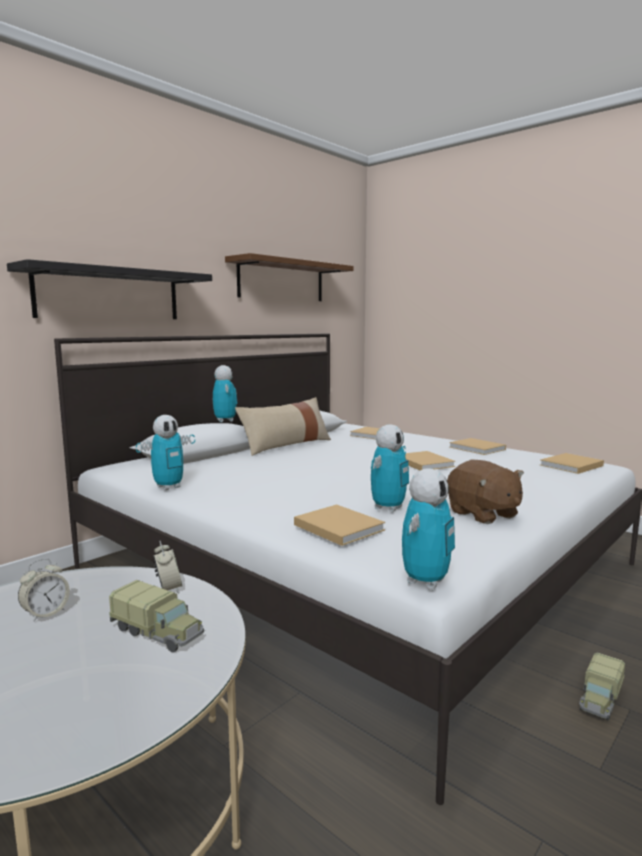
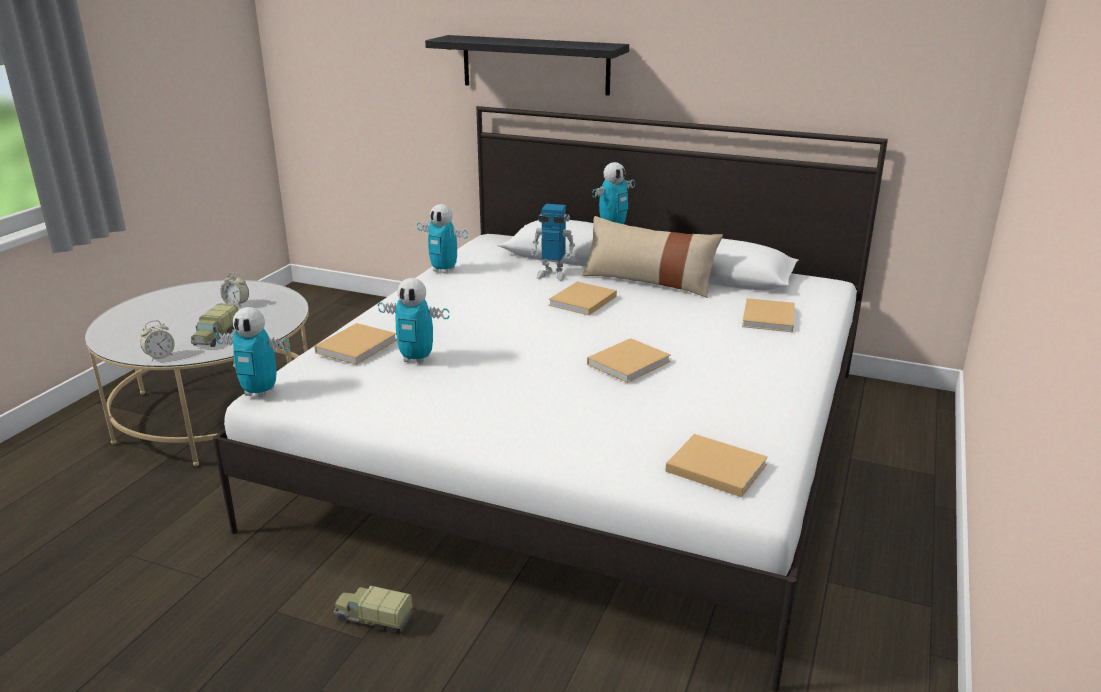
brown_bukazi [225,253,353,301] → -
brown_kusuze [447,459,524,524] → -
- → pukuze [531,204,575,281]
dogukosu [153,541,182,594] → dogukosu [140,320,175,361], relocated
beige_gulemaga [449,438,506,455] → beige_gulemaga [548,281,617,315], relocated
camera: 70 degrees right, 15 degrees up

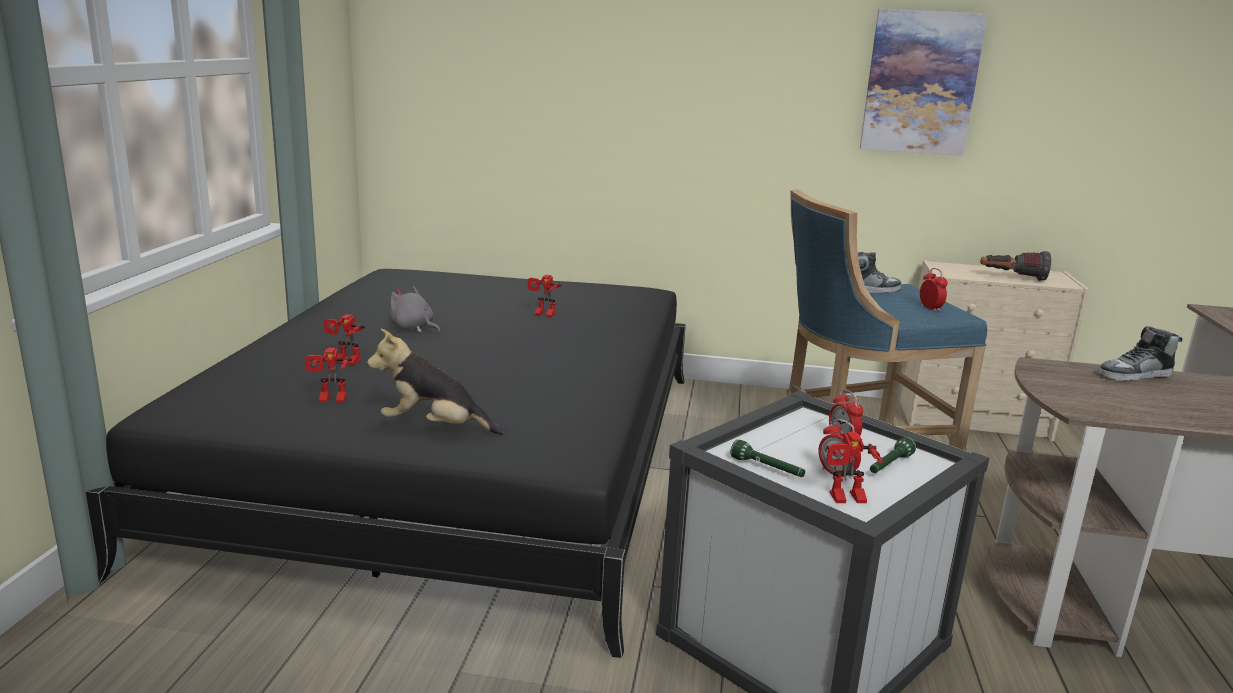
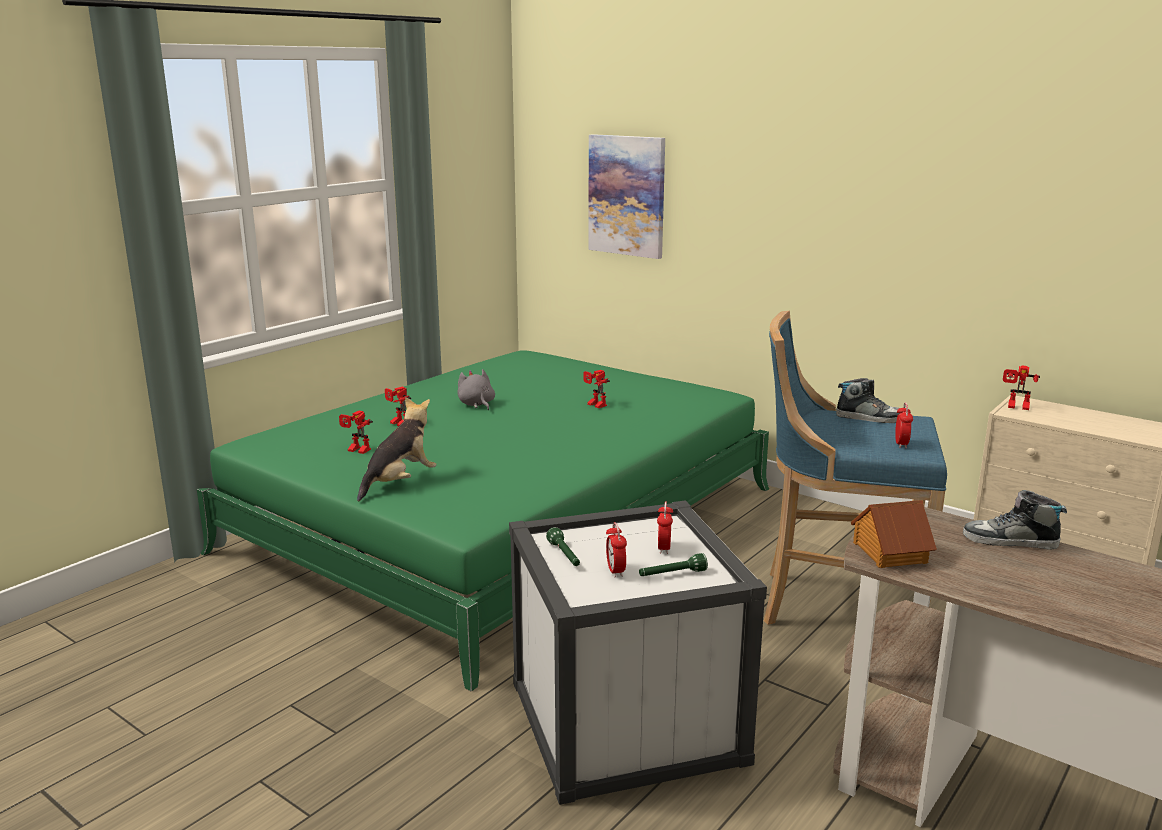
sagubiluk [980,251,1051,281] → -
- → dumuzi [851,500,937,568]
pukuze [826,432,883,503] → pukuze [1003,365,1040,410], relocated
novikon [860,9,988,156] → novikon [588,134,665,259], relocated
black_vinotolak [86,269,686,658] → green_vinotolak [197,350,769,691]
kusuze [367,329,505,435] → kusuze [357,397,436,501], 90 degrees clockwise
camera: 30 degrees right, 0 degrees up

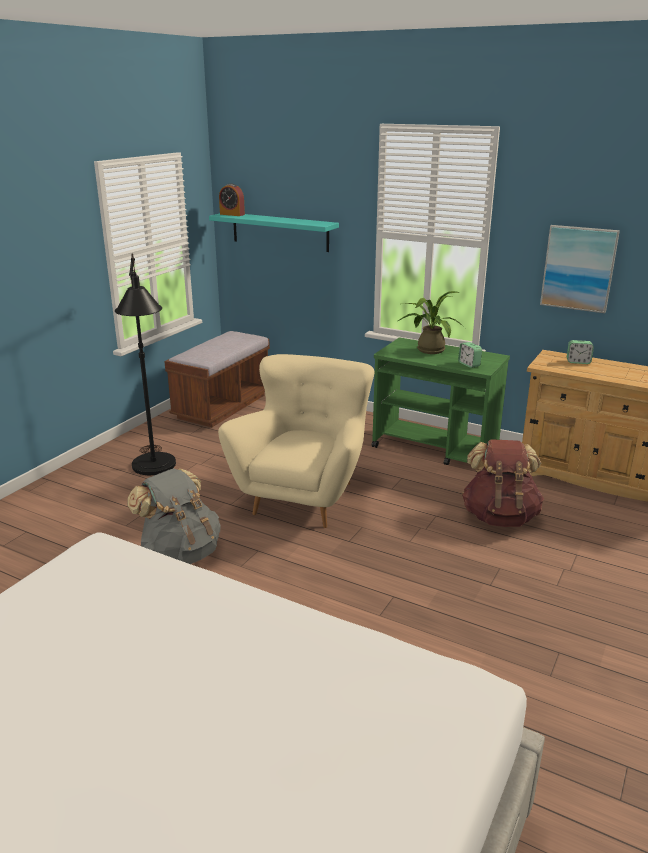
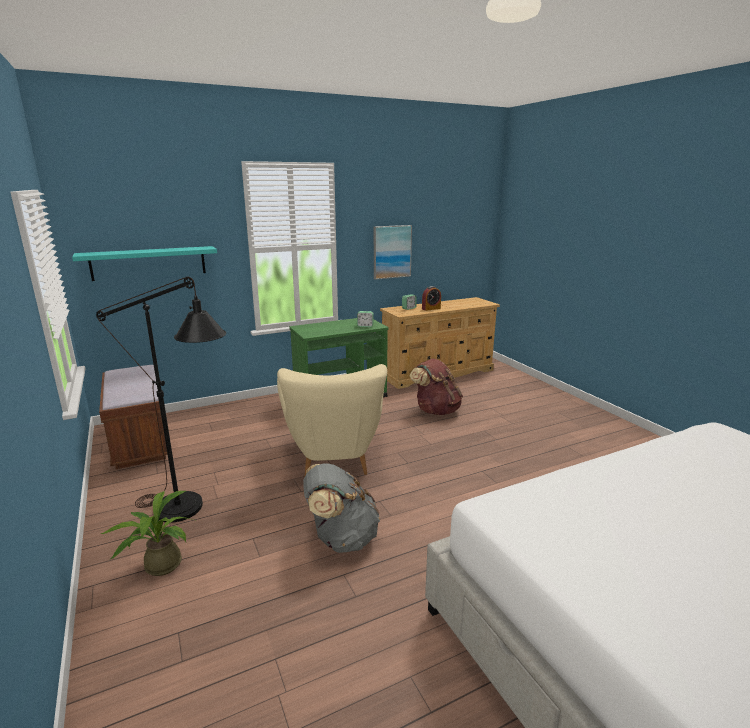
dogukosu [219,183,245,216] → dogukosu [422,286,441,311], relocated
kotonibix [398,291,465,354] → kotonibix [101,491,197,576], relocated
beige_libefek [218,354,375,528] → beige_libefek [277,364,387,476], 150 degrees counterclockwise
camera: 55 degrees left, 5 degrees down

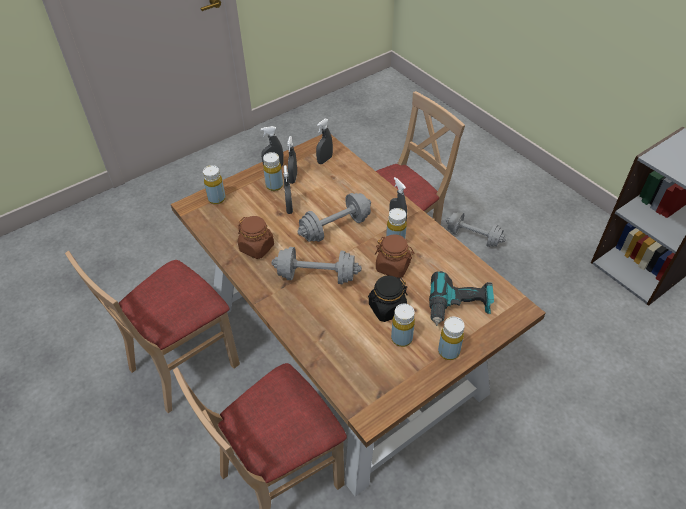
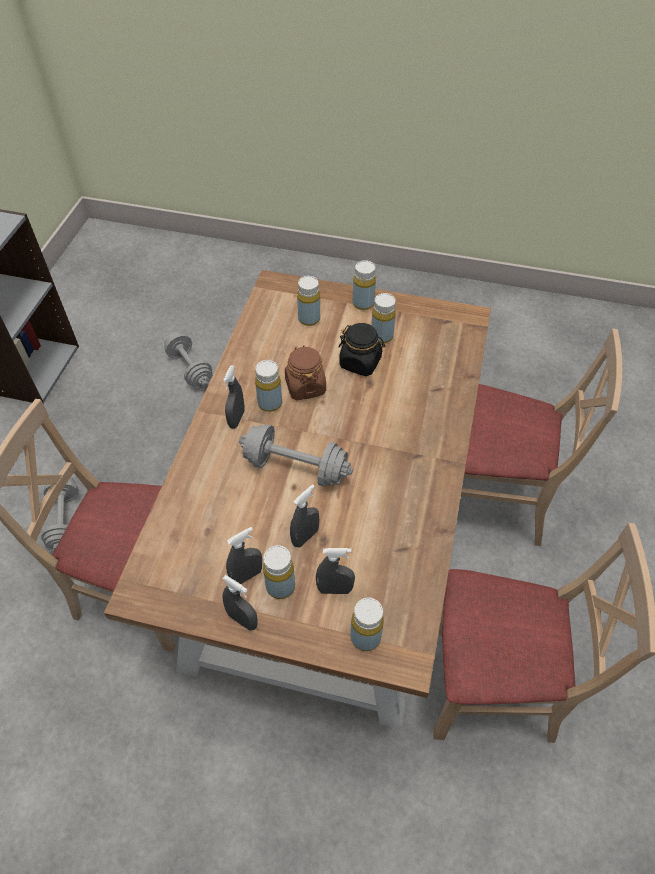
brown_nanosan [238,216,274,259] → -
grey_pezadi [271,247,362,285] → grey_pezadi [164,332,213,388], relocated
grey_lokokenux [316,119,333,164] → grey_lokokenux [316,548,355,594], relocated
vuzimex [429,271,494,326] → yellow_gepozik [297,276,320,326]
camera: 130 degrees left, 5 degrees up

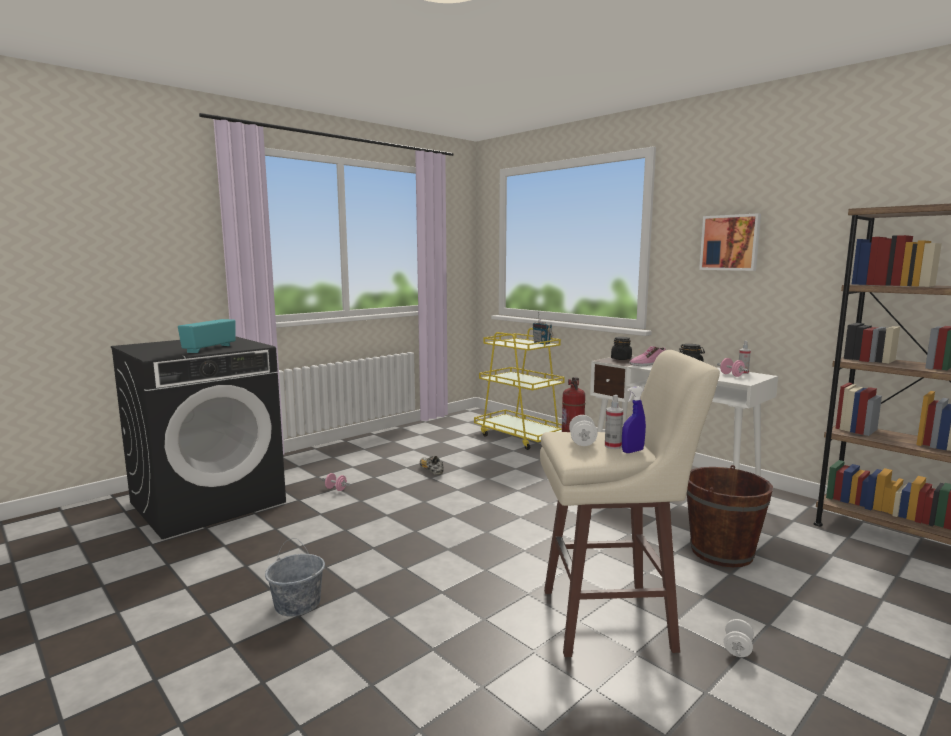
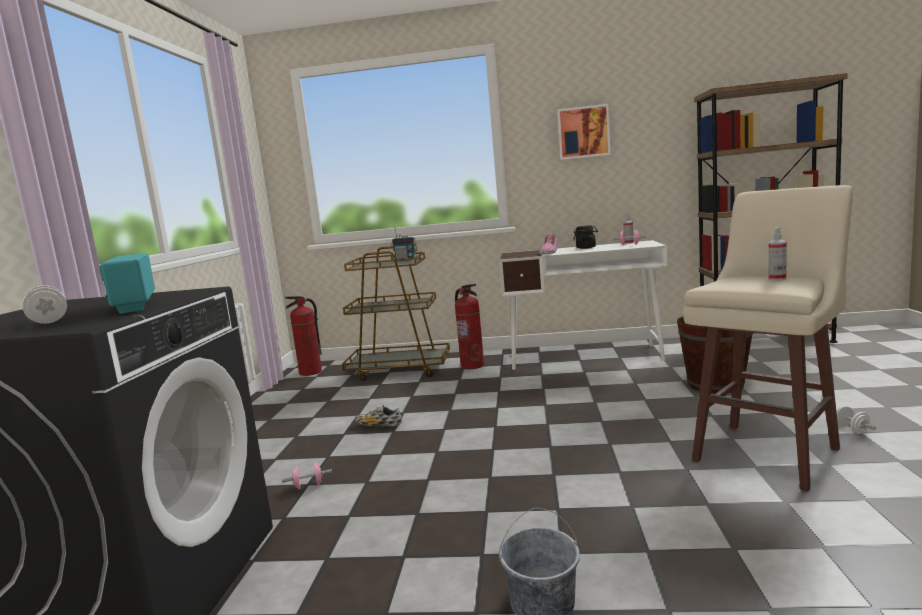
black_nanosan [611,337,632,360] → -
blue_lokokenux [622,386,646,453] → -
- → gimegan [285,296,322,376]
white_pezadi [569,415,598,446] → white_pezadi [22,285,67,324], relocated
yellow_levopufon [474,328,565,450] → brown_levopufon [342,246,450,381]
camera: 40 degrees left, 0 degrees up

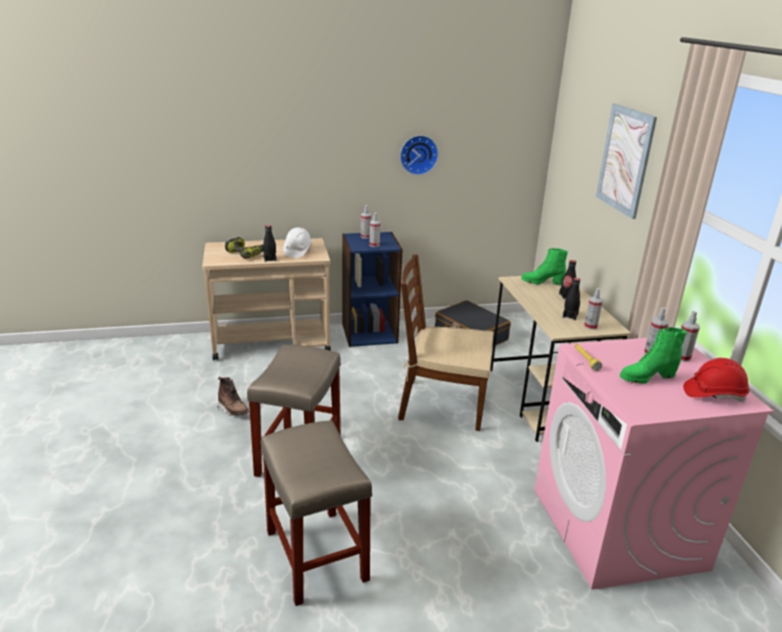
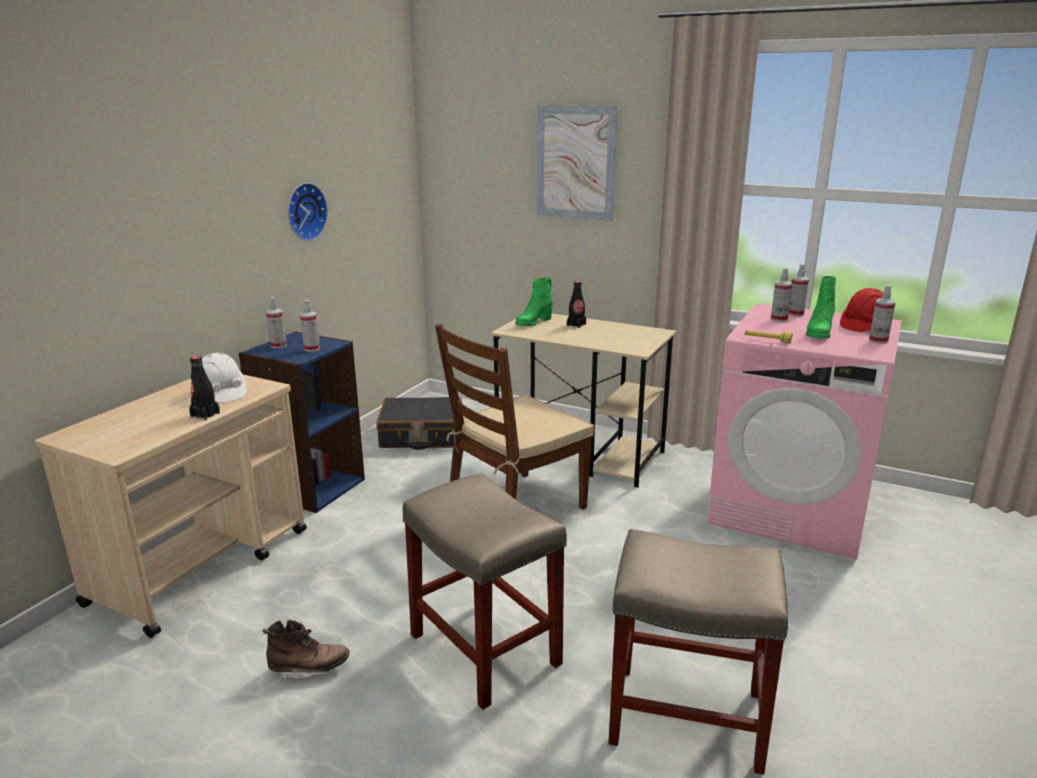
vuzimex [225,237,263,259] → -
black_gepozik [563,278,580,320] → -
lokokenux [584,288,603,330] → lokokenux [869,285,896,344], relocated
camera: 50 degrees left, 5 degrees down

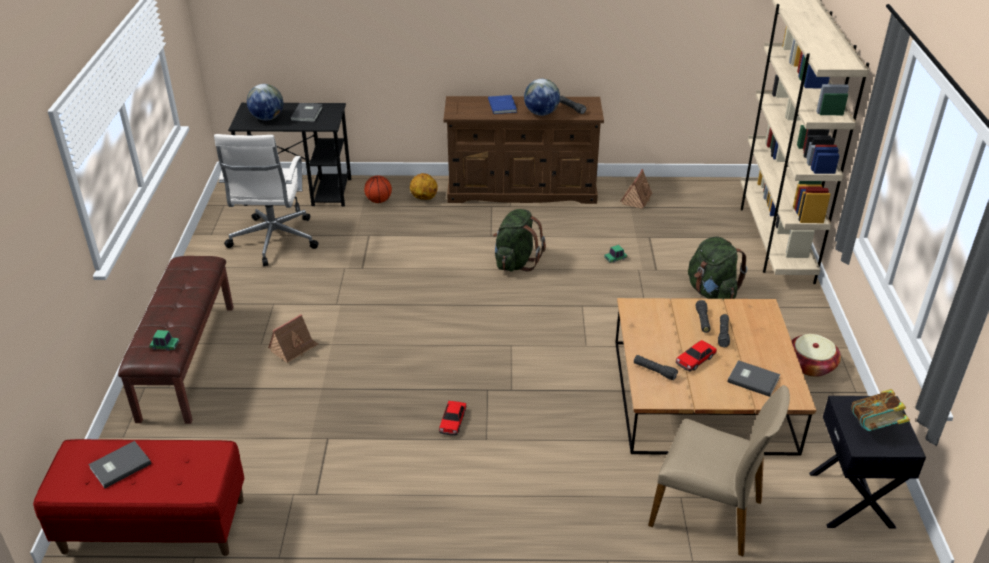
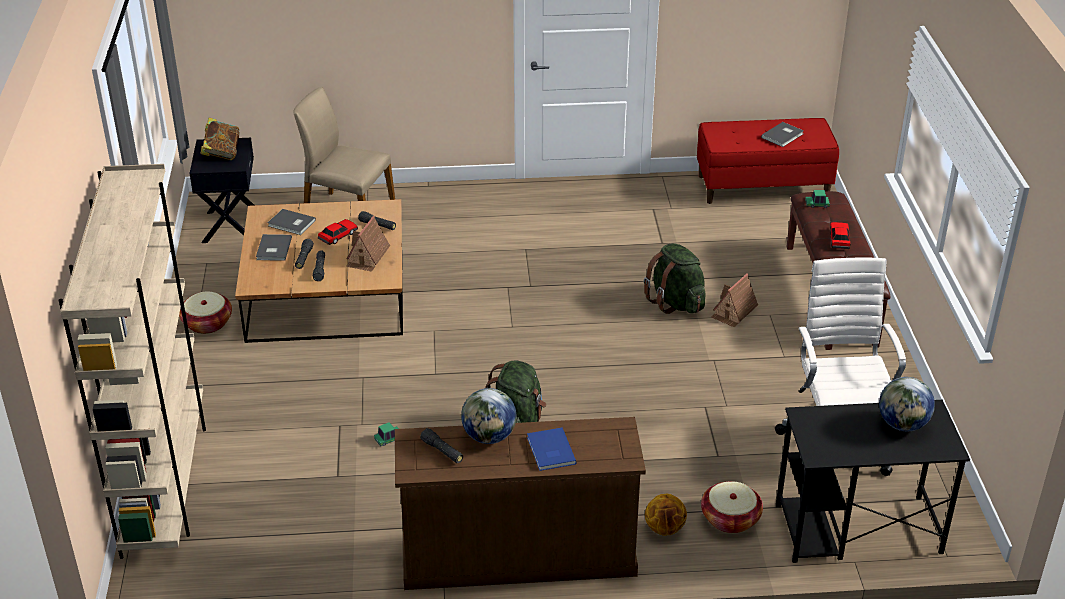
grey_gulemaga [291,103,323,122] → grey_gulemaga [256,234,292,261], relocated
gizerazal [439,401,466,436] → gizerazal [830,222,850,249], relocated
dumuzi [620,169,652,209] → dumuzi [346,216,390,272], relocated
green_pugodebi [688,237,747,300] → green_pugodebi [644,243,705,314], relocated
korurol [364,176,392,203] → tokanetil [701,481,763,533]
camera: 175 degrees right, 0 degrees up

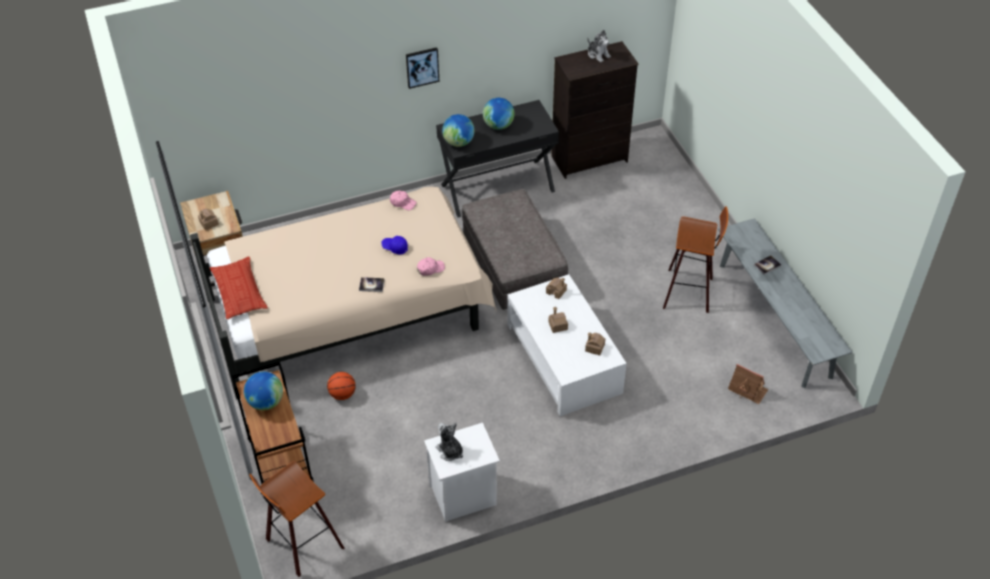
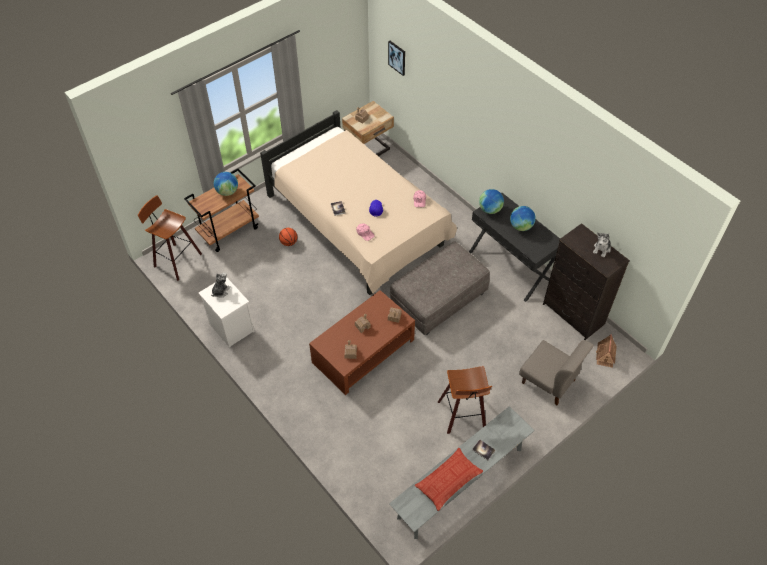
- → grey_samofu [519,340,594,405]
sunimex [210,256,268,319] → sunimex [415,448,483,511], relocated
novikon [406,47,439,89] → novikon [388,41,405,76], relocated
dumuzi [728,364,768,404] → dumuzi [596,334,617,368], relocated
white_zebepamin [507,274,627,416] → brown_zebepamin [309,290,415,395]
camera: 70 degrees right, 5 degrees up

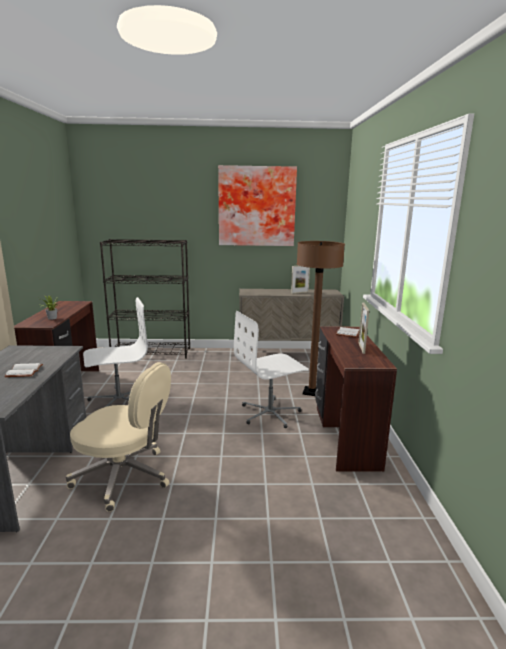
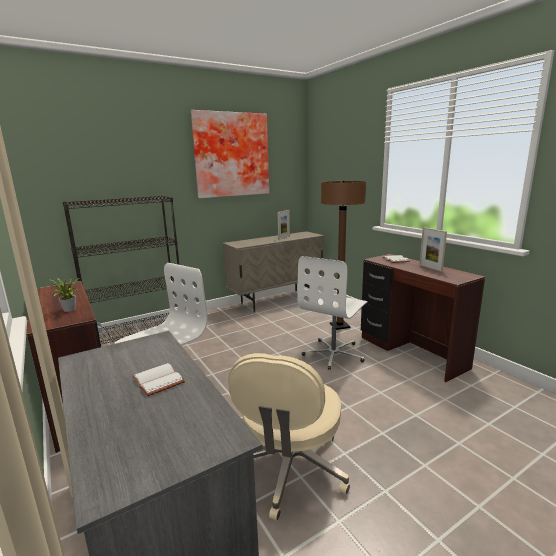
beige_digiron [66,362,171,512] → beige_digiron [228,353,350,521], 120 degrees clockwise
camera: 30 degrees left, 0 degrees up

